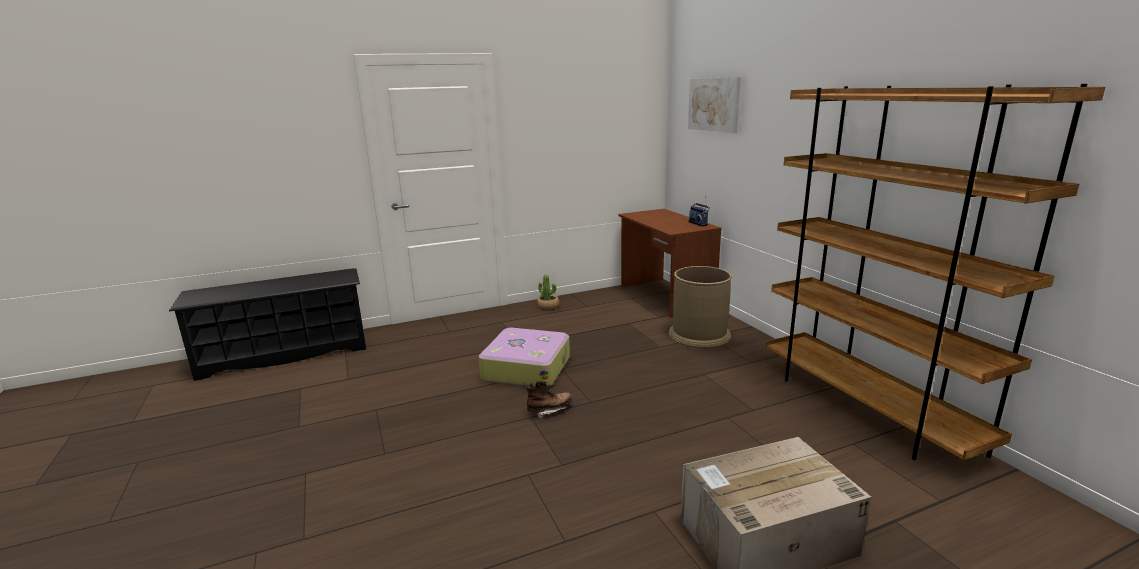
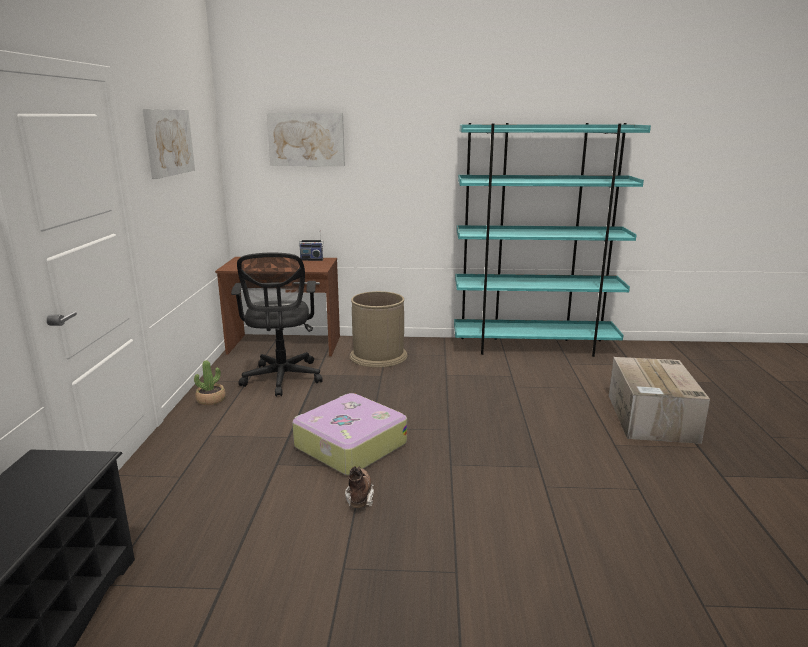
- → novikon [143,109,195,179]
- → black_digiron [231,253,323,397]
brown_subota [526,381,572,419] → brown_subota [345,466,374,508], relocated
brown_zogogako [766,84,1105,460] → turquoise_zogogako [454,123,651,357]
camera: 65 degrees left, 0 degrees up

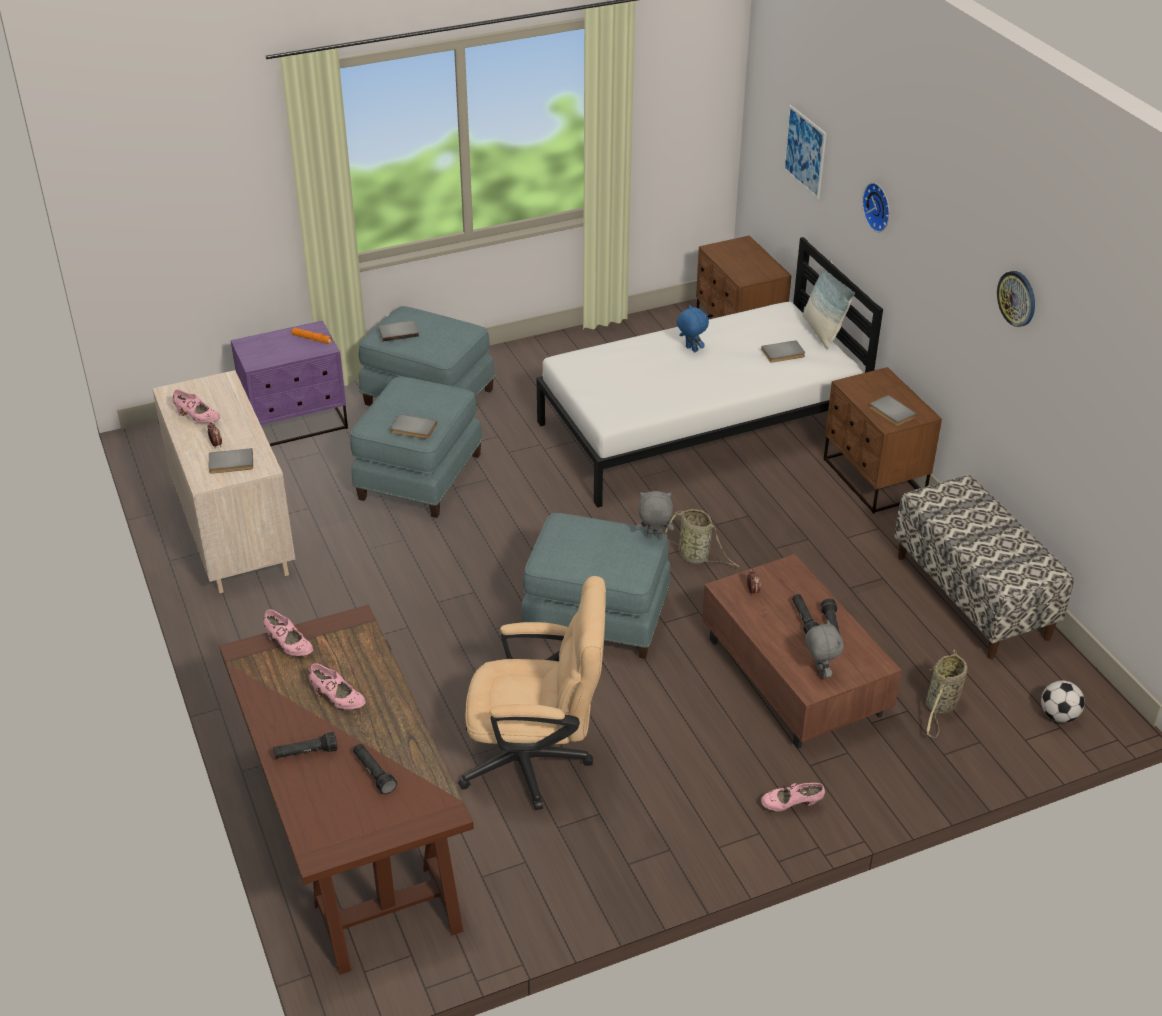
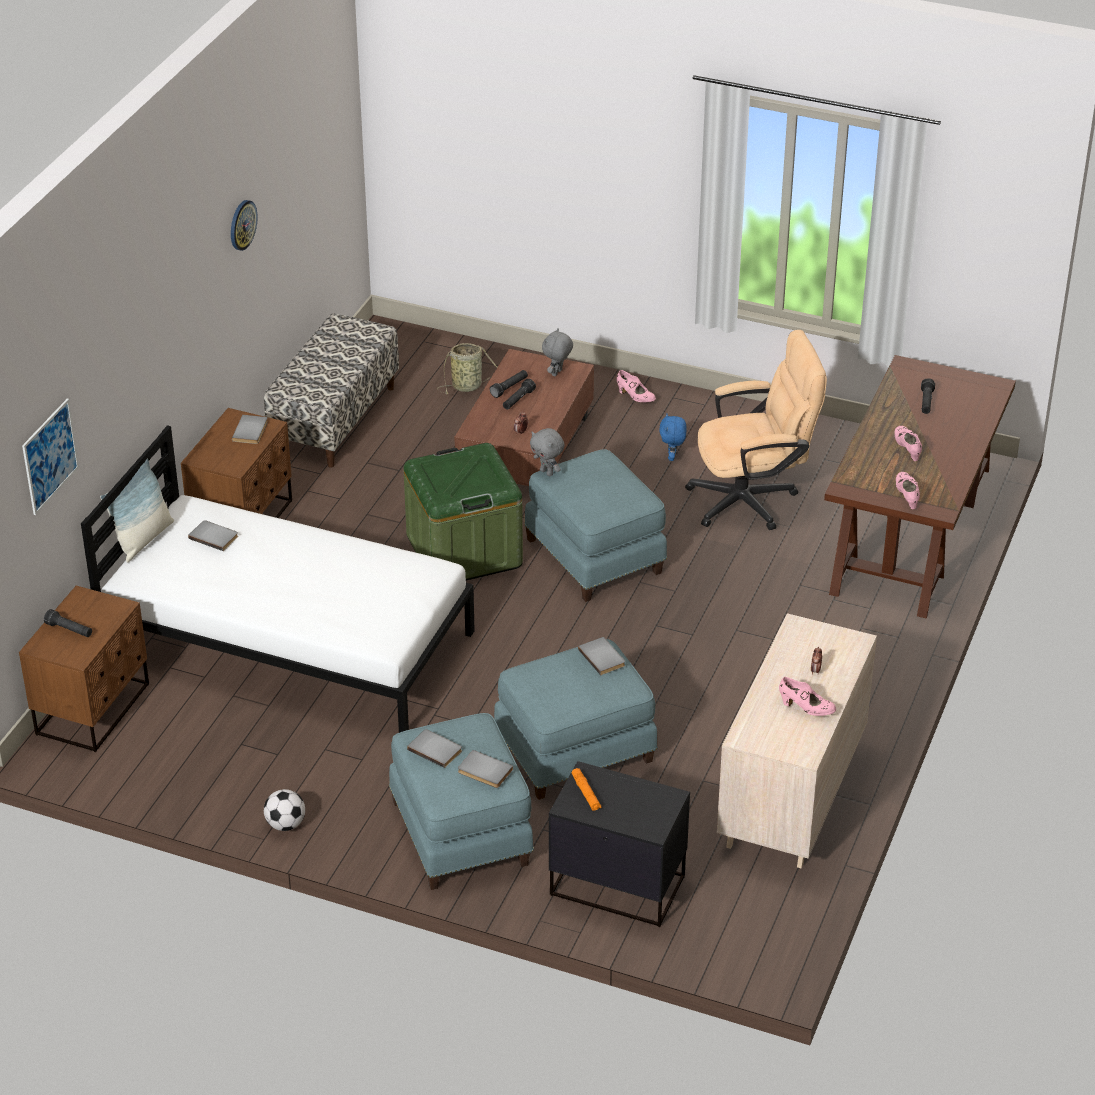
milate [862,183,890,232] → -
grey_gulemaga [209,448,253,474] → grey_gulemaga [407,729,462,768], relocated
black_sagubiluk [273,732,338,759] → black_sagubiluk [44,609,92,637], relocated
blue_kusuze [677,305,709,352] → blue_kusuze [660,413,687,461], relocated
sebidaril [1041,680,1085,723] → sebidaril [264,789,305,831], relocated
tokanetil [665,509,739,567] → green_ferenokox [403,443,523,580]
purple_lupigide [231,321,348,446] → black_lupigide [549,761,690,927]
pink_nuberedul [173,389,220,423] → pink_nuberedul [779,677,836,716], 135 degrees clockwise
beige_digiron [458,576,606,810] → beige_digiron [685,330,827,530], 120 degrees clockwise
camera: 135 degrees left, 0 degrees up

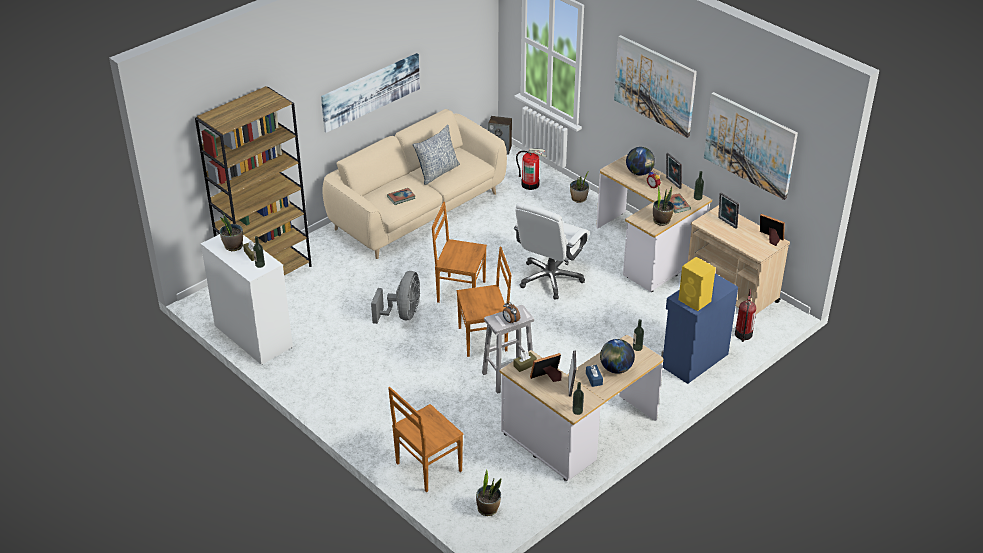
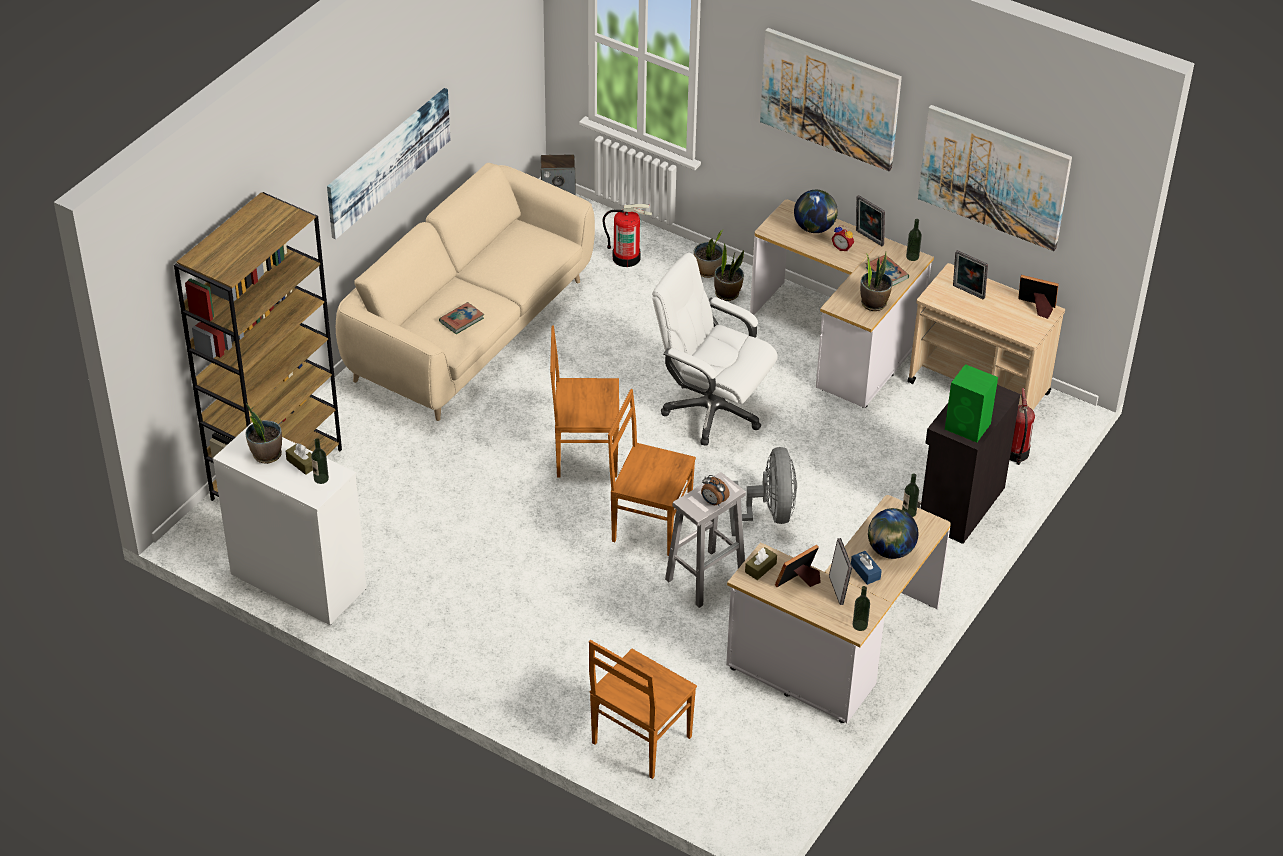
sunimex [412,125,460,185] → -
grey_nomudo [371,271,420,324] → grey_nomudo [729,447,797,536], relocated
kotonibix [476,469,501,516] → kotonibix [714,243,744,301], relocated
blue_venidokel [661,274,738,384] → black_venidokel [917,385,1020,544]
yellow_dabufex [678,257,716,311] → green_dabufex [945,364,998,442]
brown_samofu [457,247,511,357] → brown_samofu [608,389,696,556], 135 degrees counterclockwise
white_digiron [514,203,589,300] → white_digiron [652,252,778,446], 105 degrees clockwise
camera: 15 degrees left, 5 degrees up

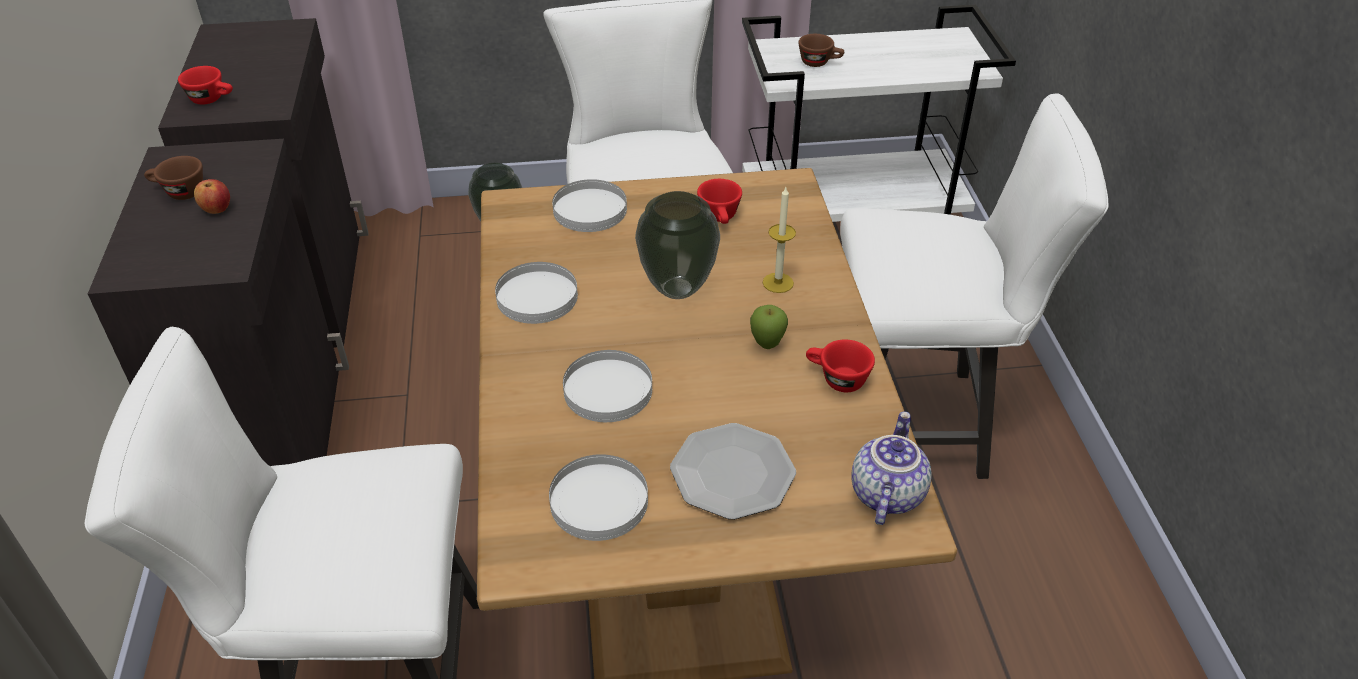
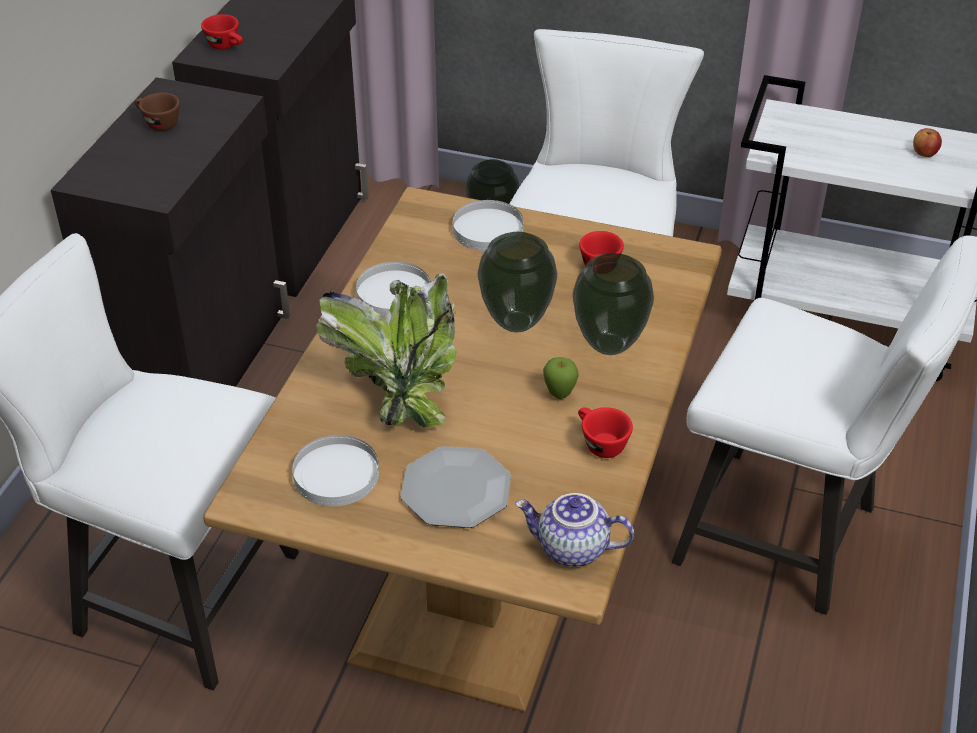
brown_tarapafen [798,34,844,67] → -
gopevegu [194,179,230,214] → gopevegu [913,128,942,157], relocated
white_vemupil [563,350,652,422] → kotonibix [316,273,457,428]
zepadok [763,187,796,293] → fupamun [572,253,654,355]
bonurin [852,411,932,525] → bonurin [515,493,634,567], 120 degrees counterclockwise
camera: 25 degrees right, 0 degrees up

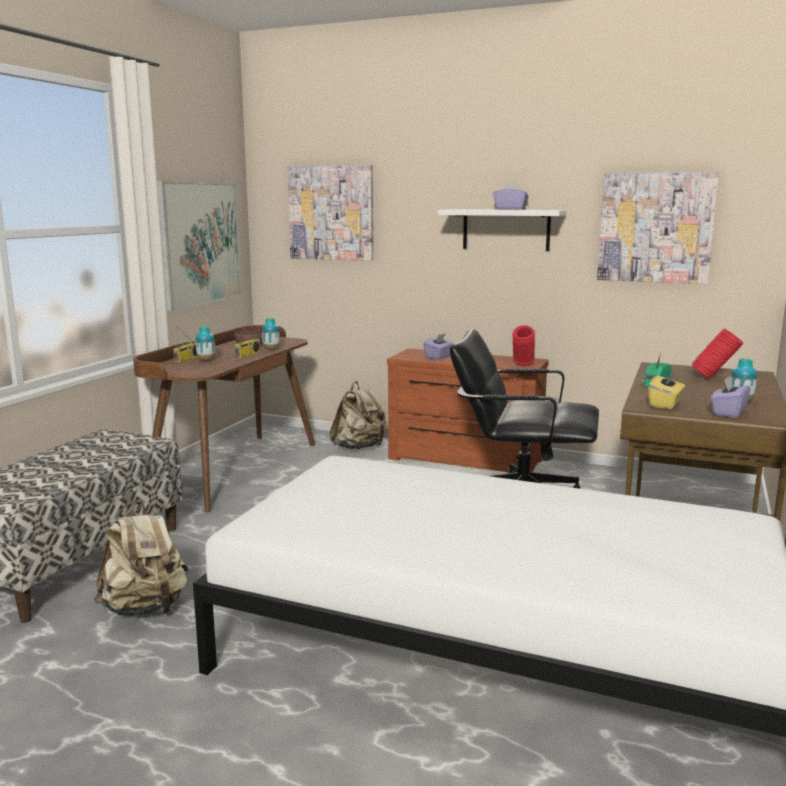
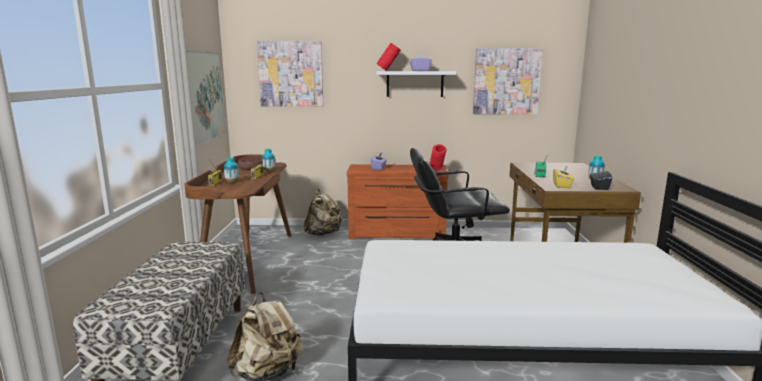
red_fupamun [692,329,743,378] → red_fupamun [377,43,401,71], relocated
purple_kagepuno [711,376,751,418] → black_kagepuno [590,169,612,190]
camera: 20 degrees left, 0 degrees up

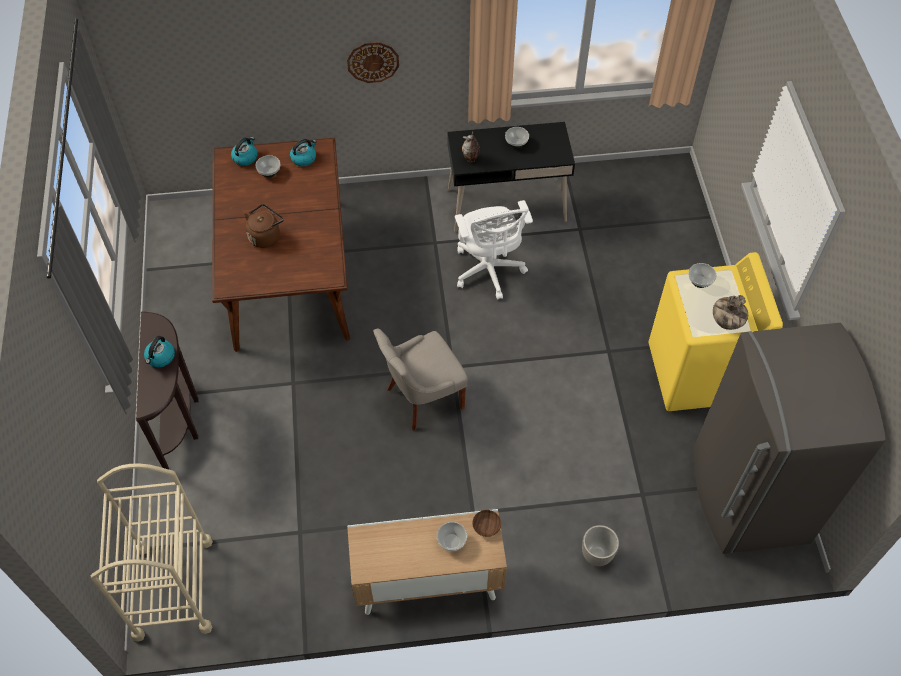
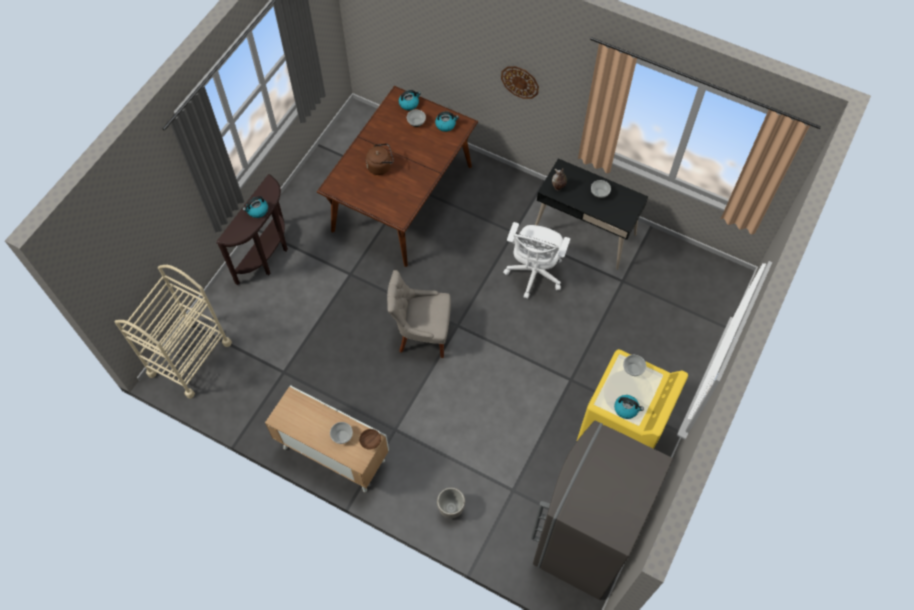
fupamun [713,295,748,330] → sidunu [614,395,644,419]
camera: 35 degrees right, 5 degrees up

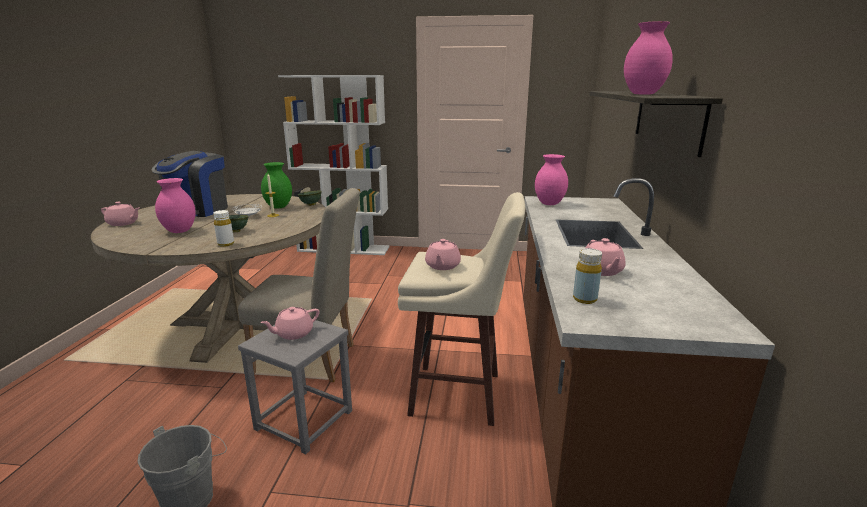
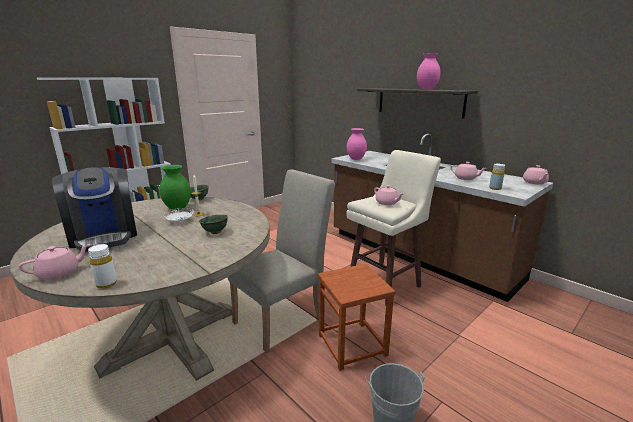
pink_fupamun [155,178,196,233] → -
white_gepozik [213,210,234,247] → white_gepozik [88,244,117,289], relocated
pink_bonurin [260,307,320,340] → pink_bonurin [523,165,549,185], relocated
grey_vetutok [238,320,352,454] → brown_vetutok [318,264,396,371]
camera: 50 degrees left, 0 degrees up

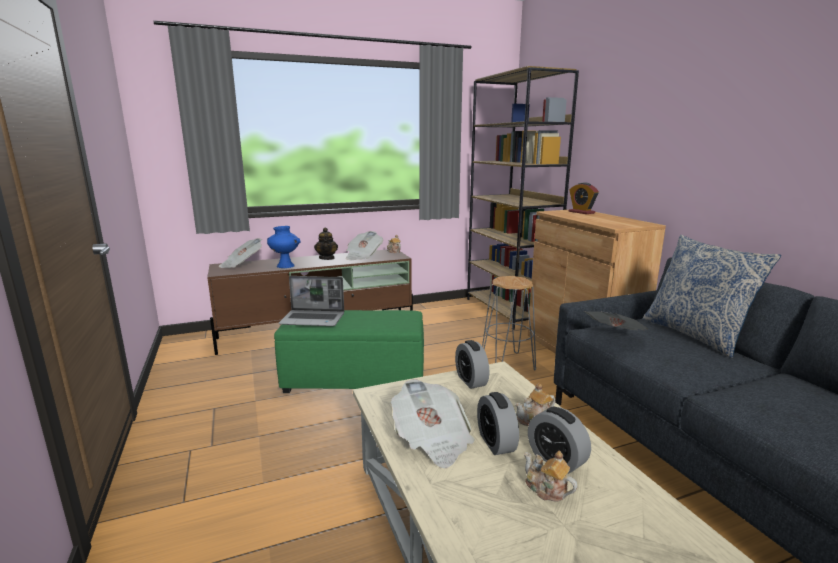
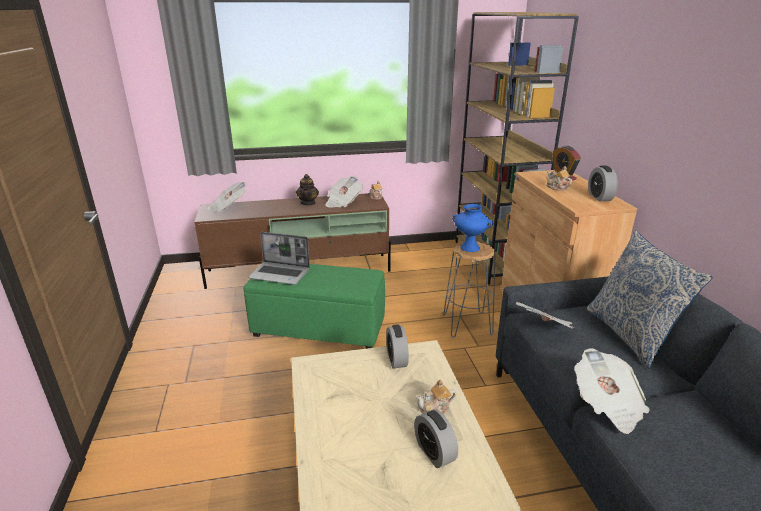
blue_fupamun [267,226,300,268] → blue_fupamun [452,204,494,252], relocated
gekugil [391,379,475,469] → gekugil [574,348,650,434], relocated
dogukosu [477,392,519,455] → dogukosu [588,166,618,201], relocated
bonurin [524,451,577,501] → bonurin [546,166,572,191], relocated
camera: 10 degrees right, 10 degrees up

